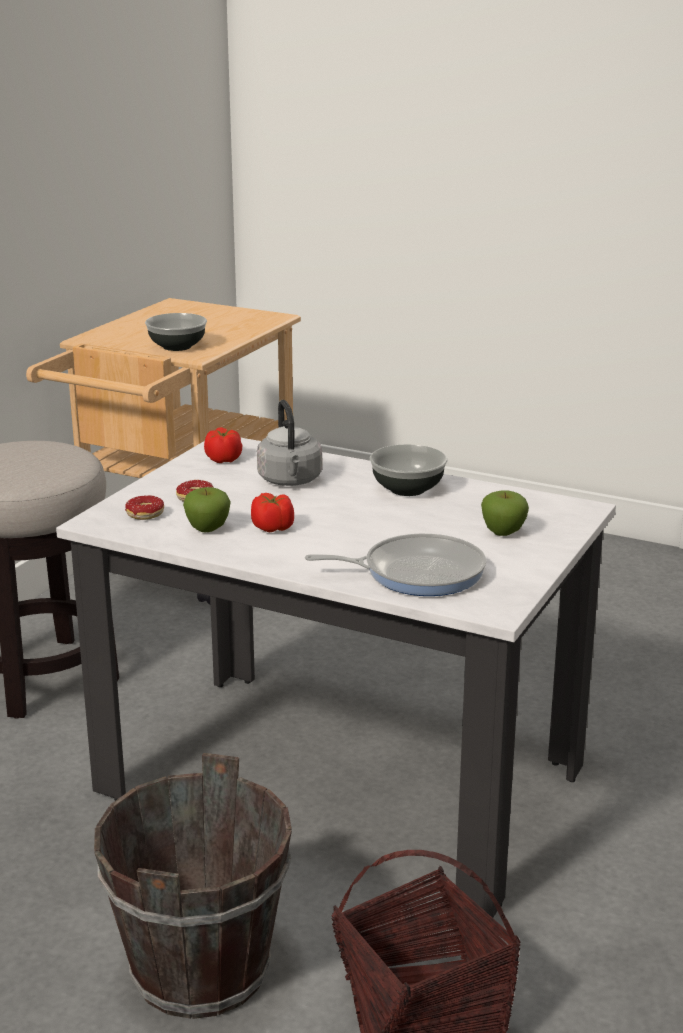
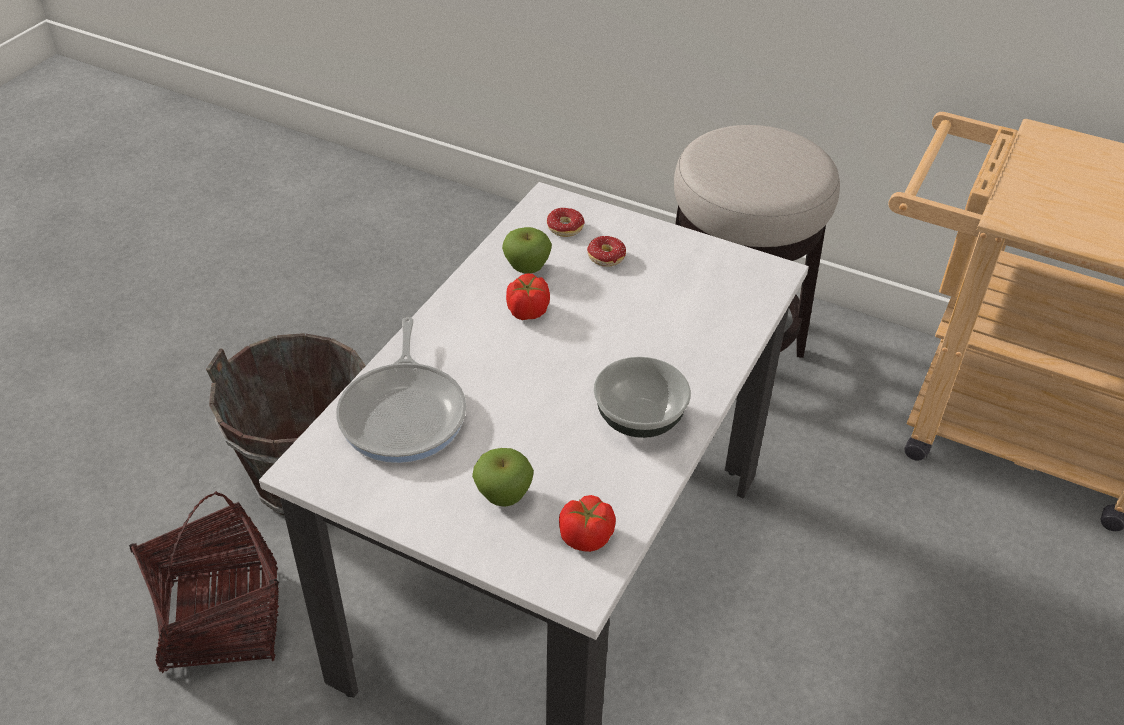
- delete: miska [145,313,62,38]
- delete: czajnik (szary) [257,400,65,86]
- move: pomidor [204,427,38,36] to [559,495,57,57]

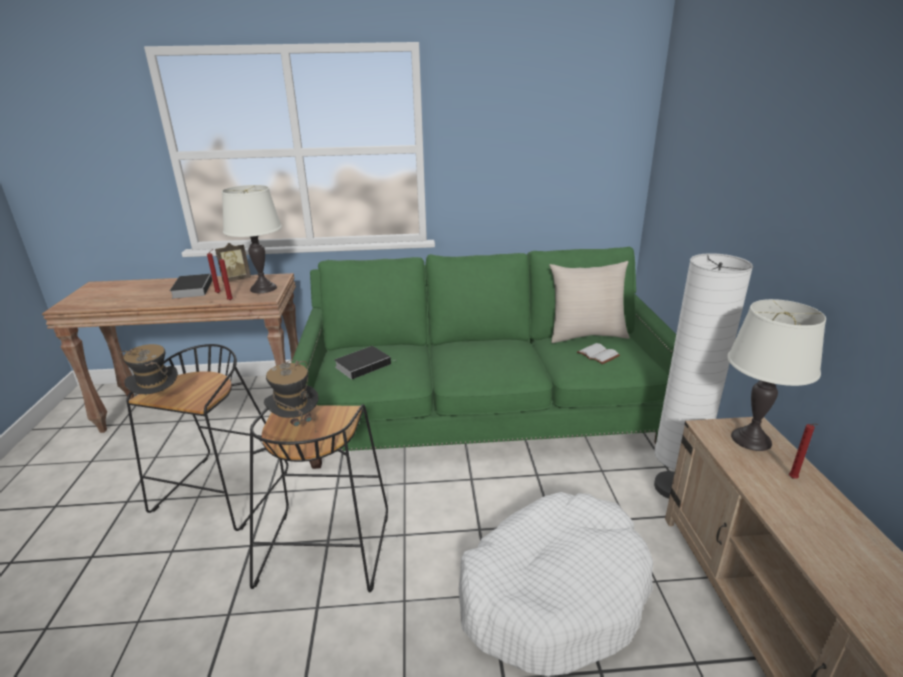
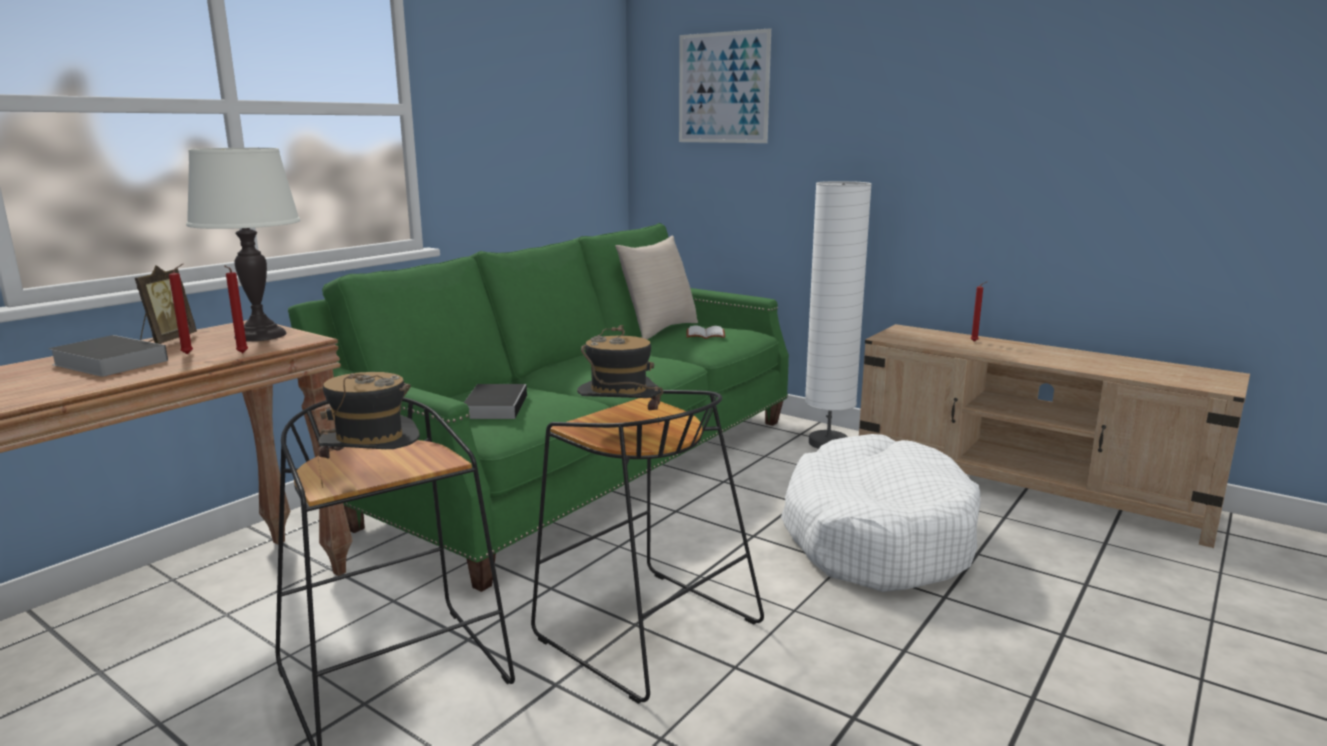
- delete: lampa stołowa (biały) [727,299,99,152]
- insert: obraz [679,28,92,115]

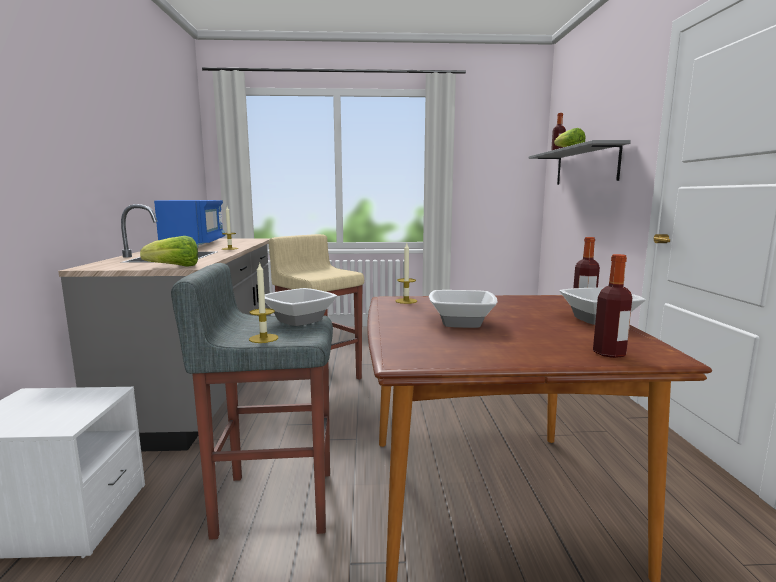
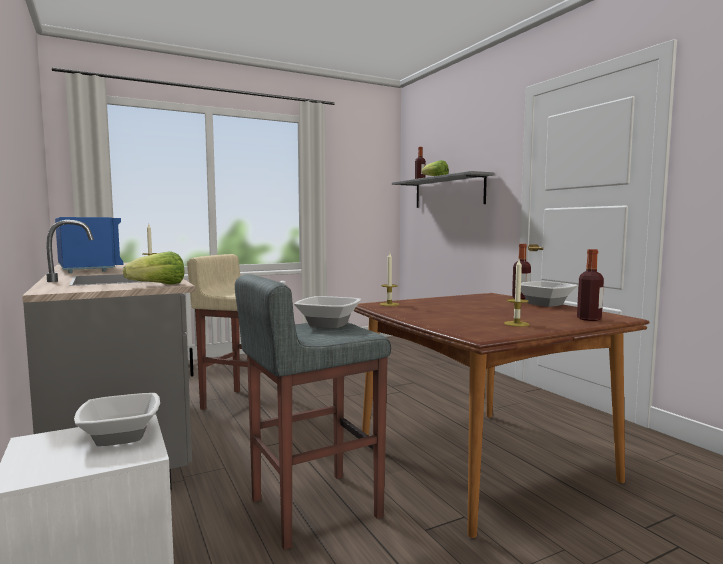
- move: świeca [249,262,29,81] to [504,260,26,67]
- move: miska [429,290,69,38] to [74,393,86,53]

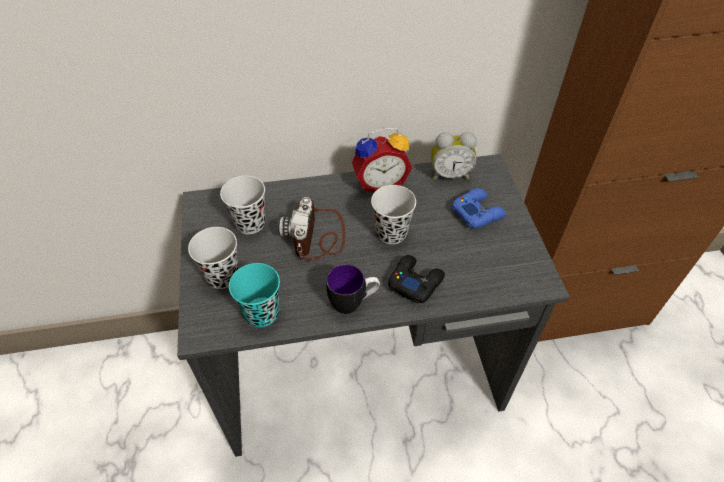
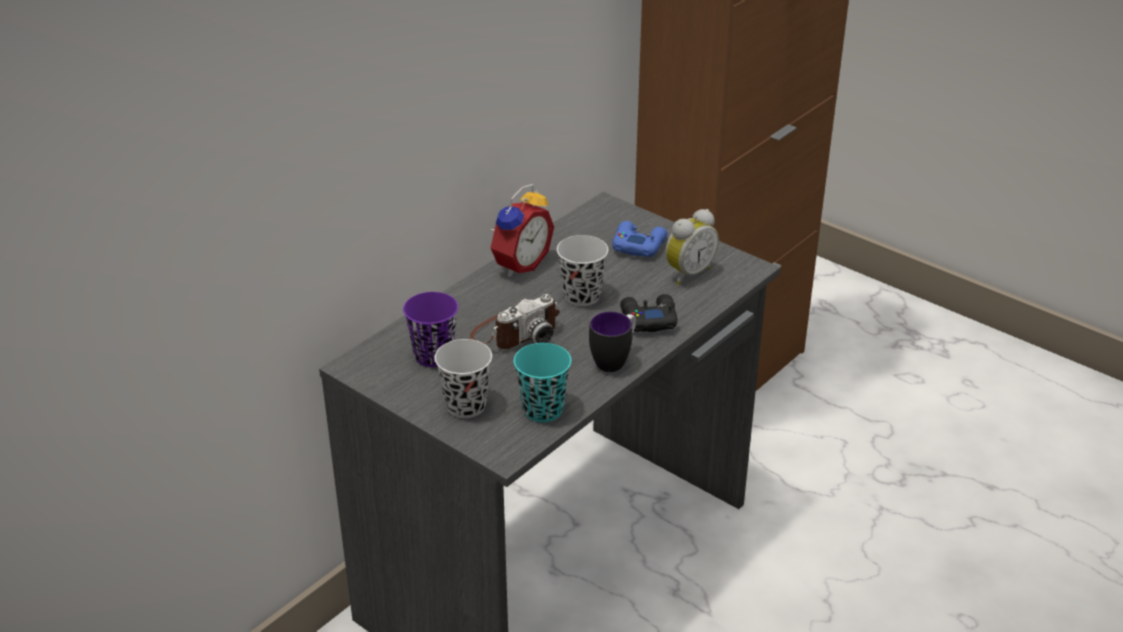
- move: budzik [431,132,46,48] to [665,209,54,76]
- recolor: filiżanka (czarny) [220,176,45,59] to filiżanka (fioletowy) [403,292,55,75]
- rotate: aparat fotograficzny [278,197,68,64] = [470,294,90,55] 90 degrees counterclockwise

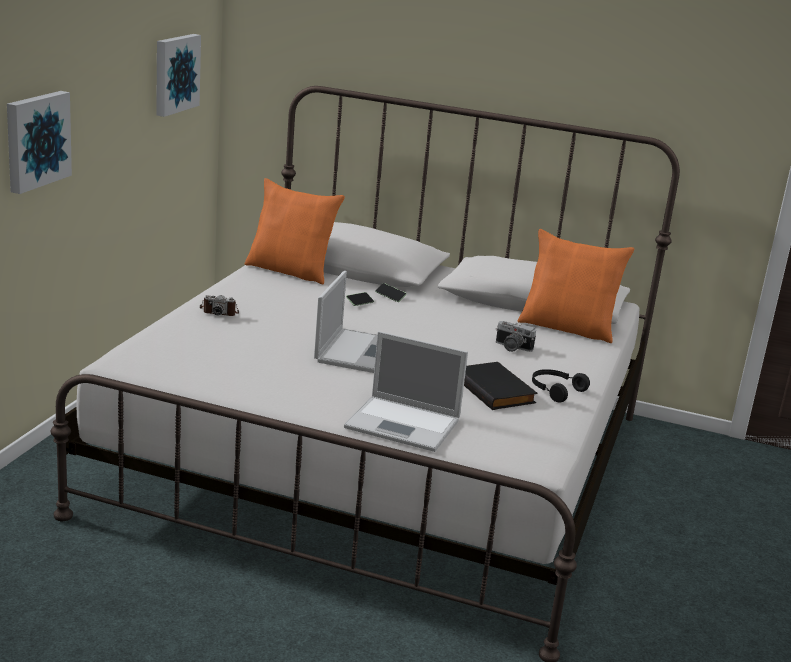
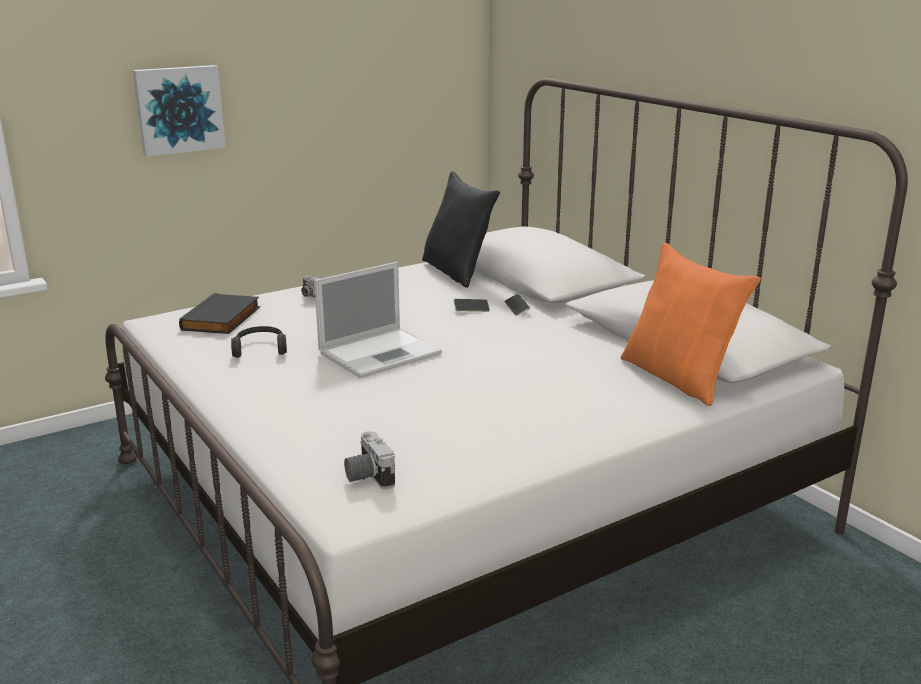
- delete: obraz [156,34,45,83]
- delete: laptop [344,331,124,121]
- move: książka (czarny) [464,362,73,48] to [179,293,81,41]
- move: aparat fotograficzny [495,321,41,31] to [344,431,51,58]
- move: słuchawki (czarny) [532,369,58,33] to [231,326,56,32]
- recolor: poduszka (pomarańczowy) [245,178,100,106] to poduszka (czarny) [422,171,78,117]

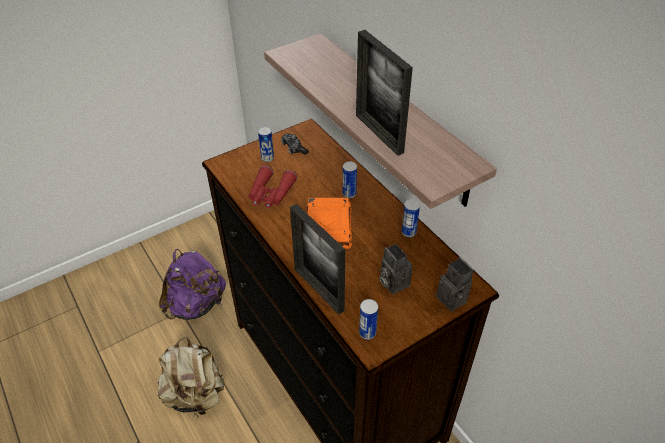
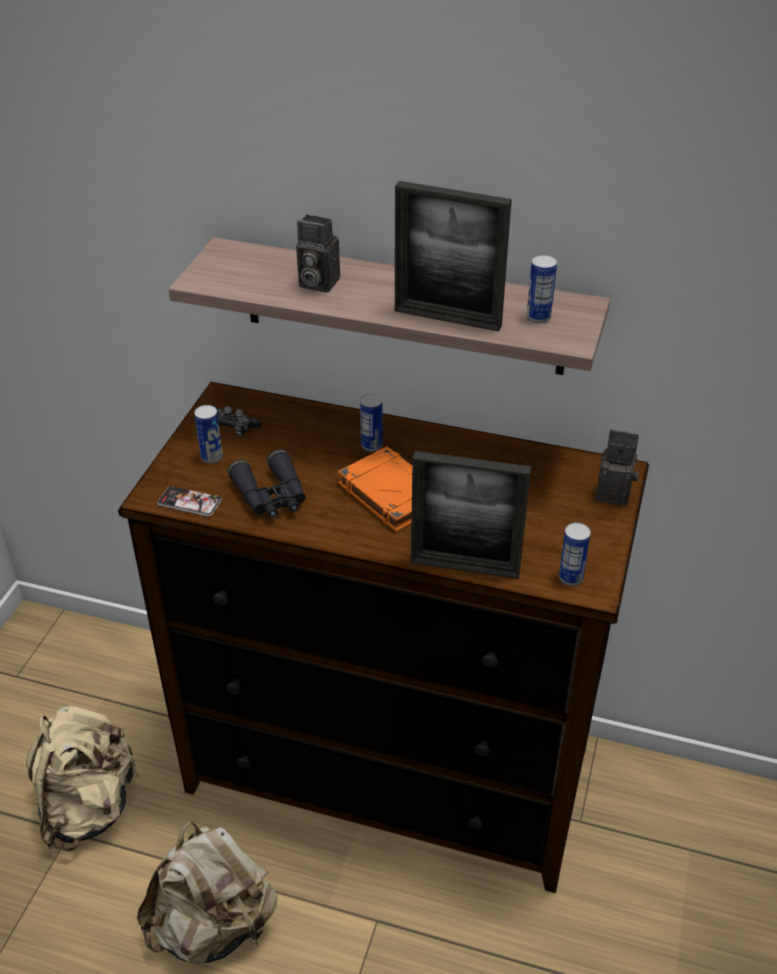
- insert: telefon [157,486,65,31]
- move: aparat fotograficzny [379,244,33,50] to [296,215,44,77]
- move: puszka [402,199,18,38] to [527,255,30,68]
- recolor: plecak (fioletowy) [159,249,67,71] to plecak (beżowy) [26,706,114,145]
- recolor: lornetka (czerwony) [248,165,49,43] to lornetka (czarny) [227,449,79,69]

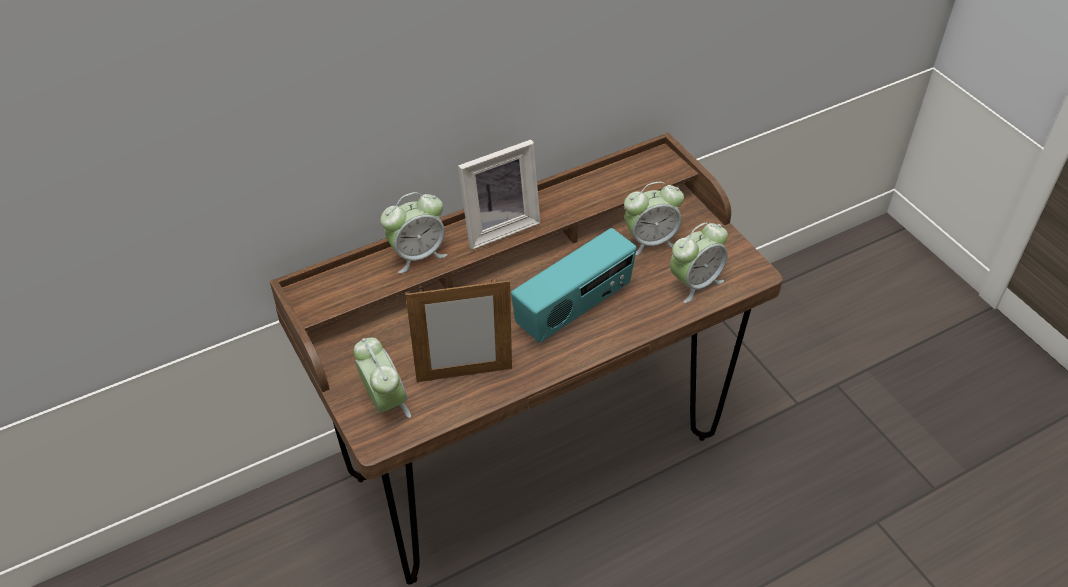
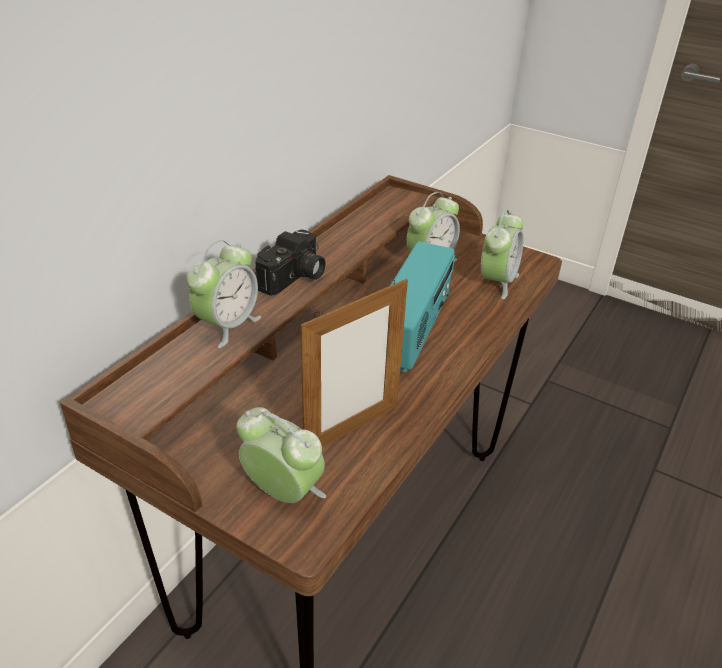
- replace: ramka na zdjęcie [458,140,83,110] to aparat fotograficzny [255,230,71,66]

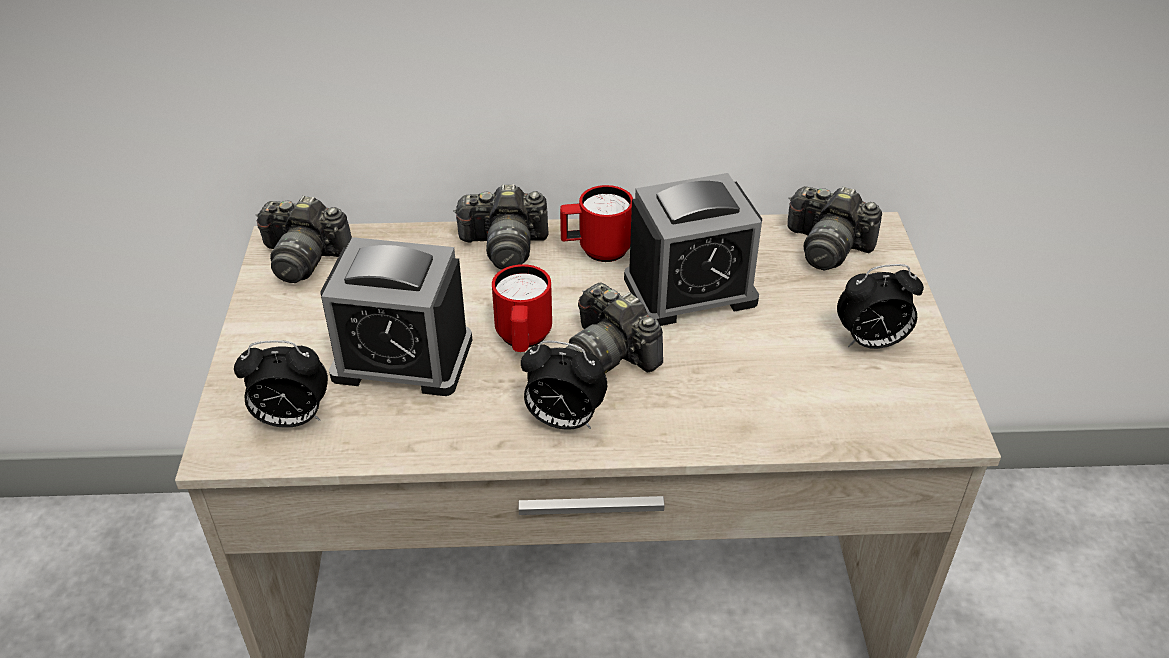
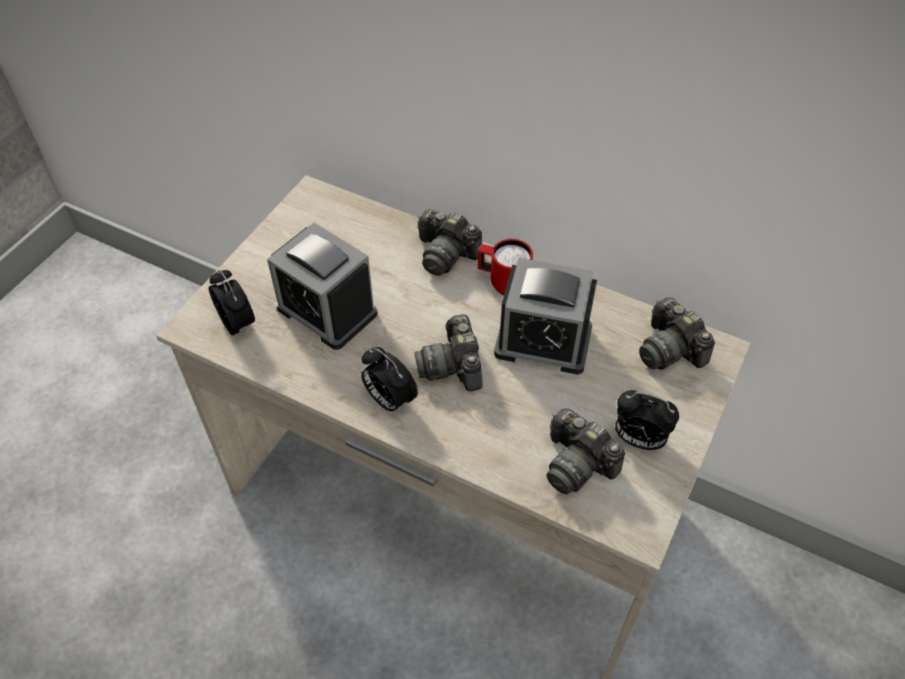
- delete: kubek (czerwony) [492,264,60,88]
- move: aparat fotograficzny [256,196,96,87] to [547,408,78,86]
- rotate: budzik [234,340,94,88] = [208,270,47,65] 150 degrees counterclockwise

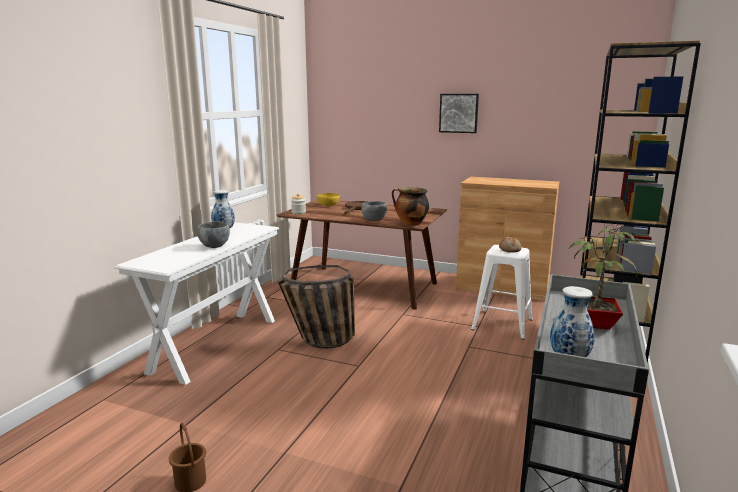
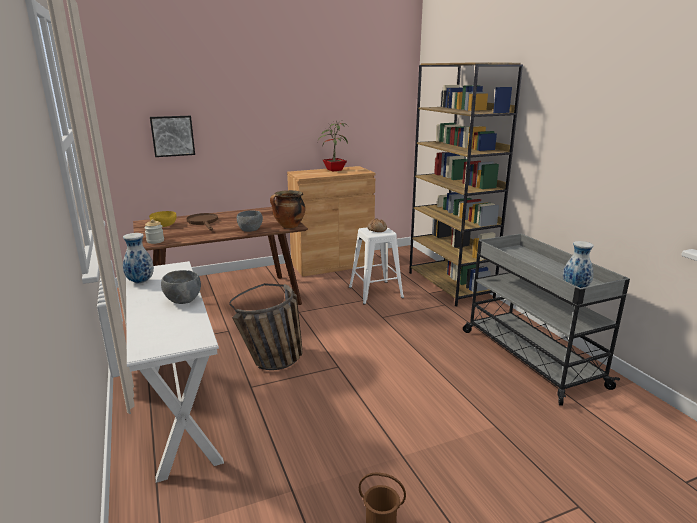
- move: obraz [439,94,40,39] to [150,116,45,41]
- move: roślina doniczkowa [569,223,68,107] to [317,120,31,52]

